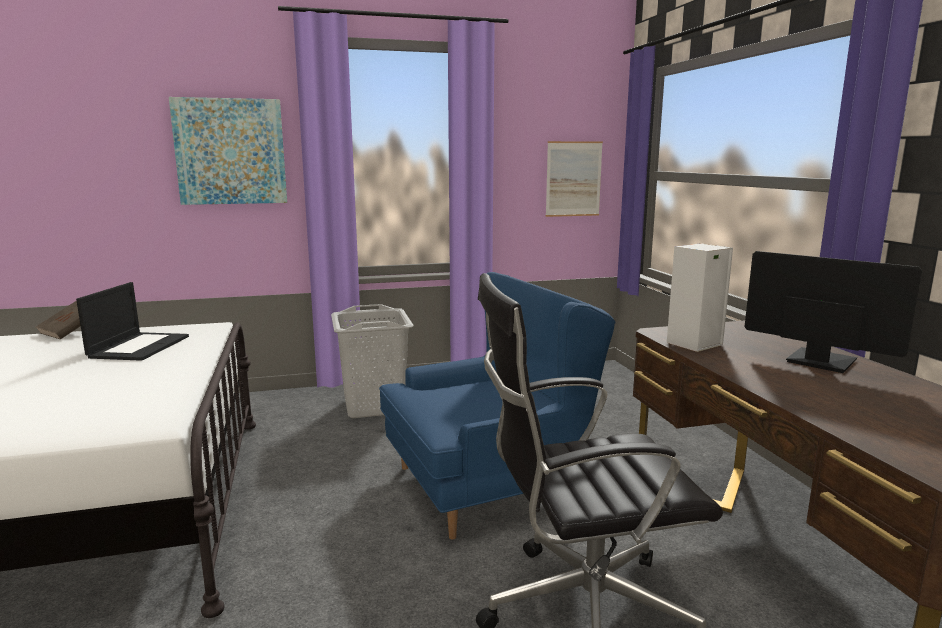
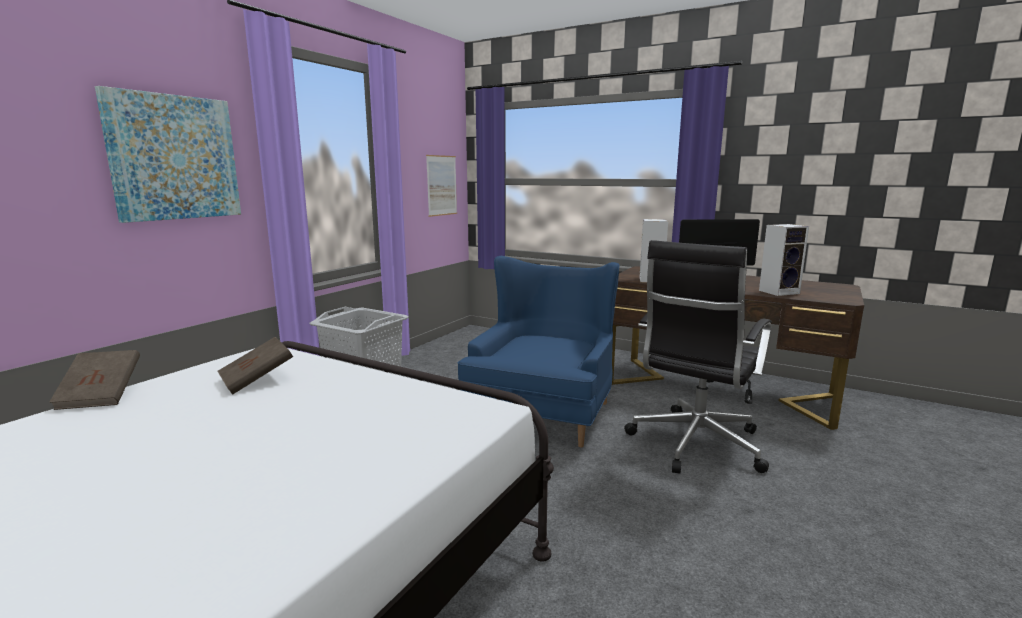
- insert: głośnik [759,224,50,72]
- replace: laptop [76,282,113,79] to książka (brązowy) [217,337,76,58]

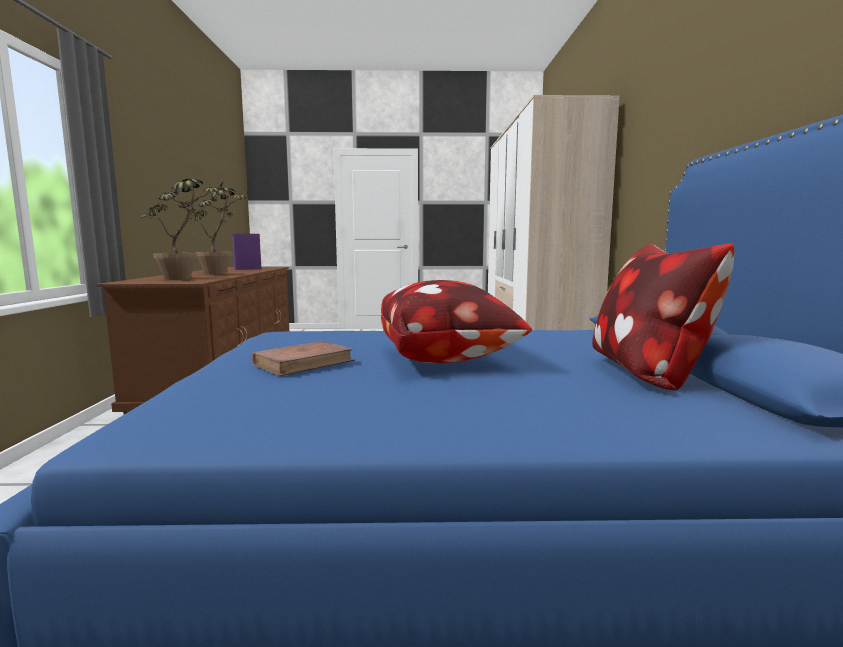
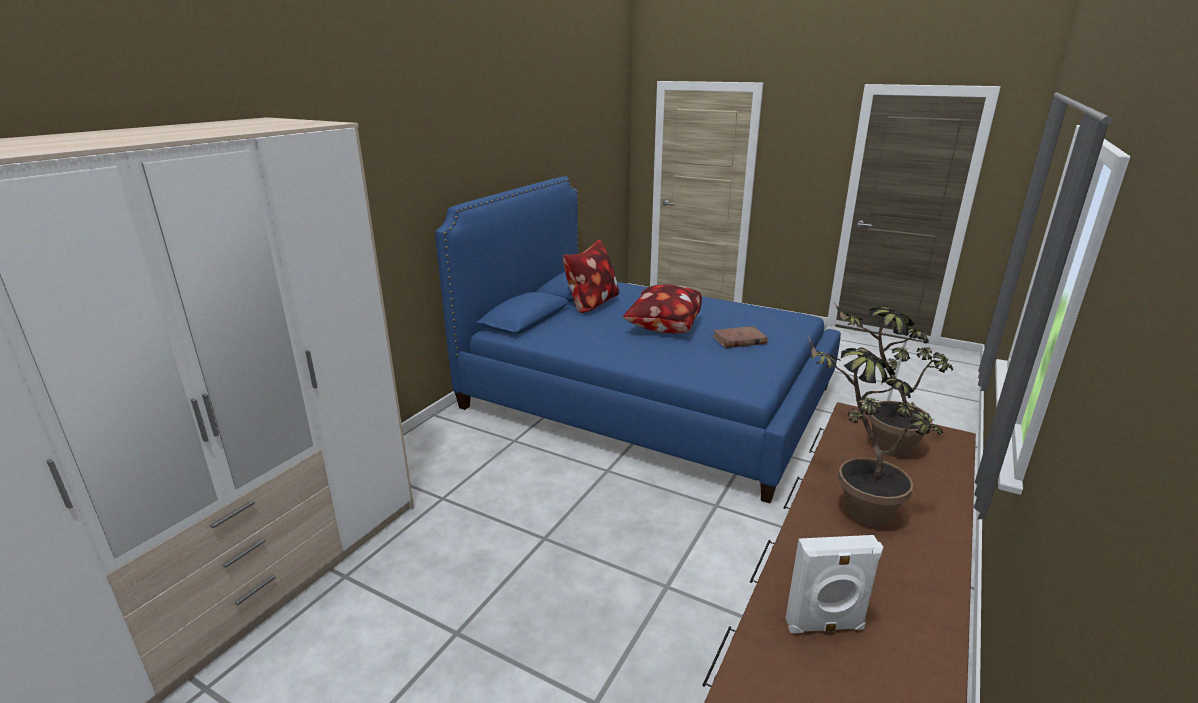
- recolor: głośnik (fioletowy) [232,233,29,37] to głośnik (biały) [786,535,97,98]

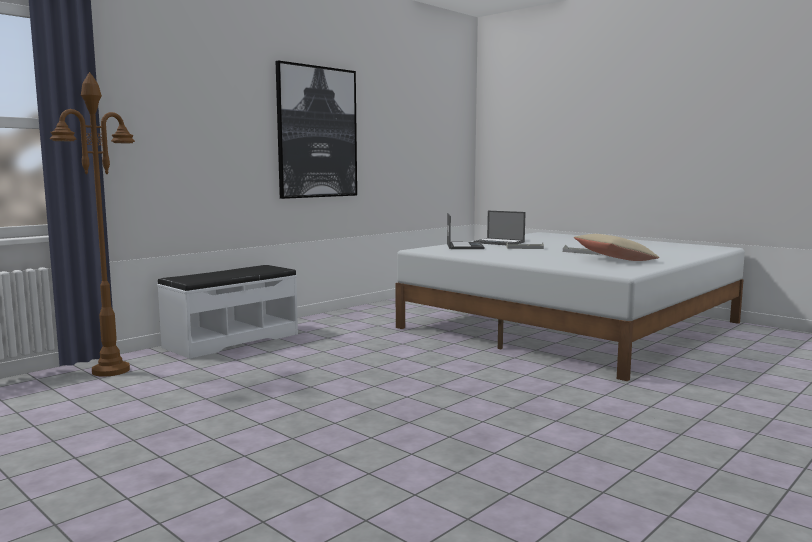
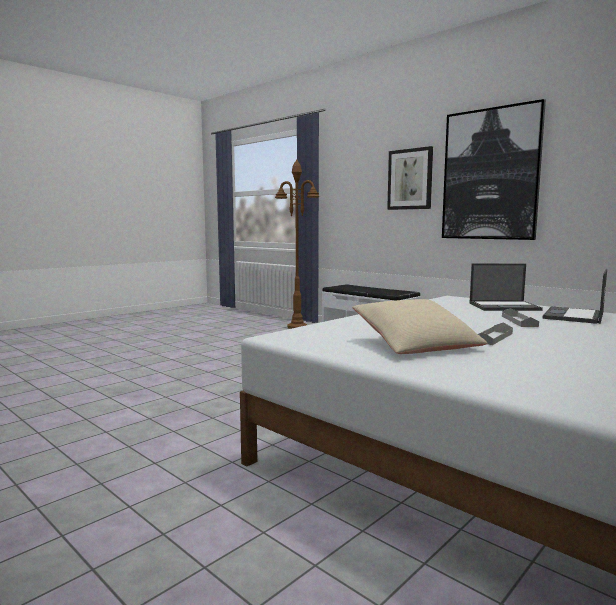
- insert: obraz [387,146,46,64]

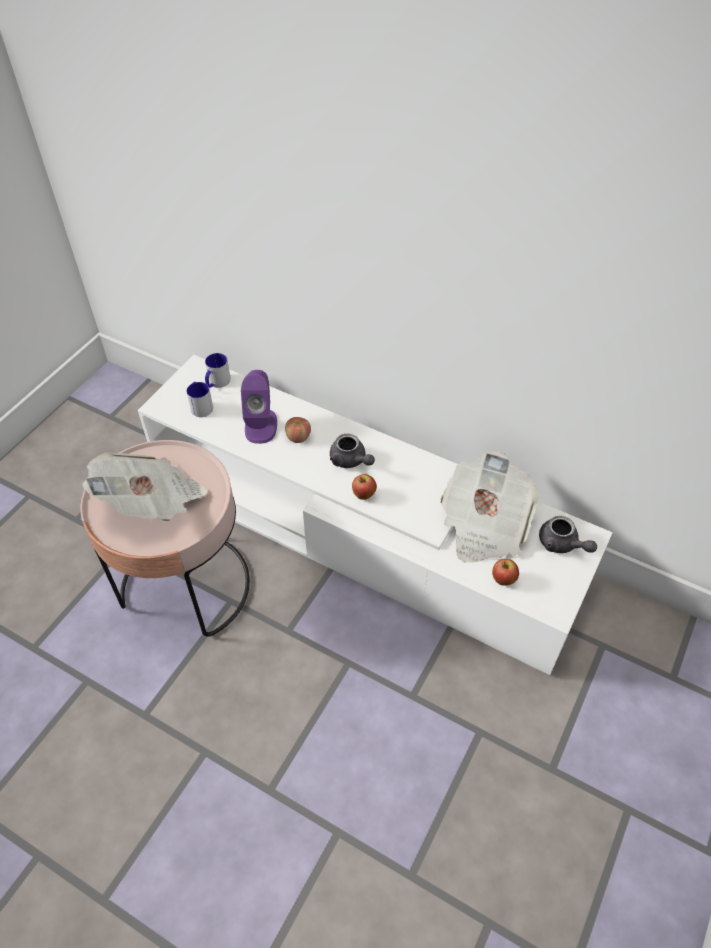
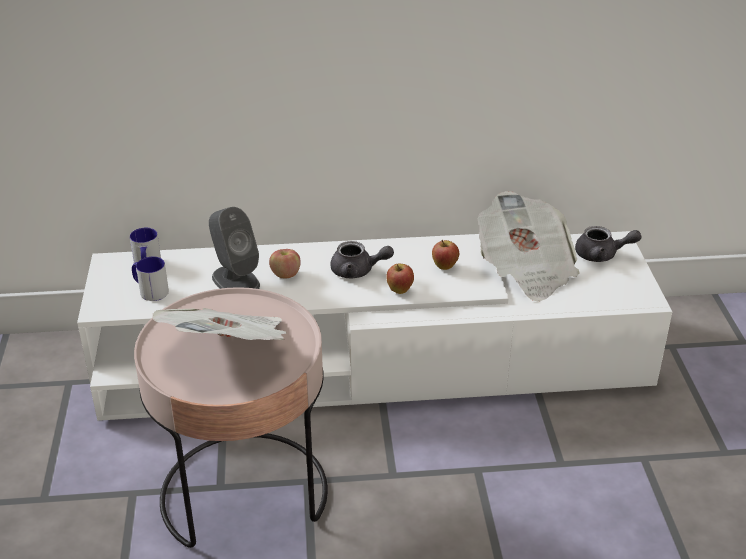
- move: jabłko [492,559,27,27] to [432,240,27,30]
- recolor: głośnik (fioletowy) [241,370,36,74] to głośnik (szary) [209,207,51,82]

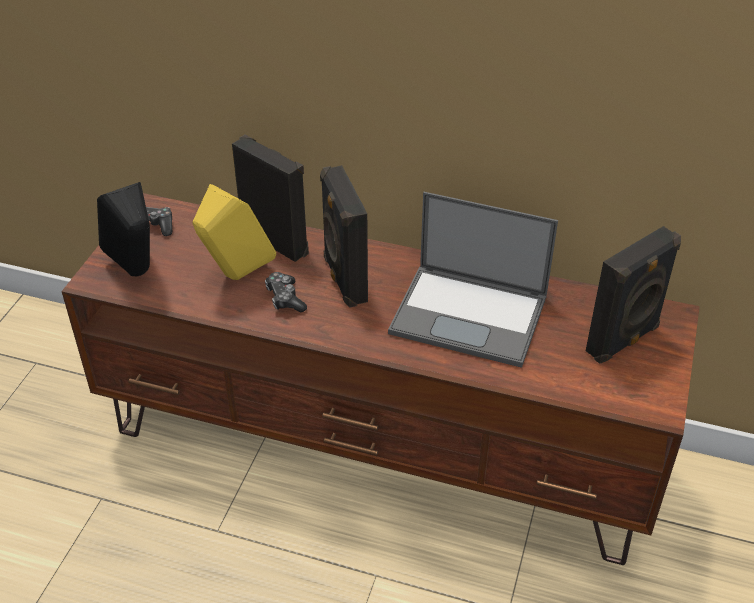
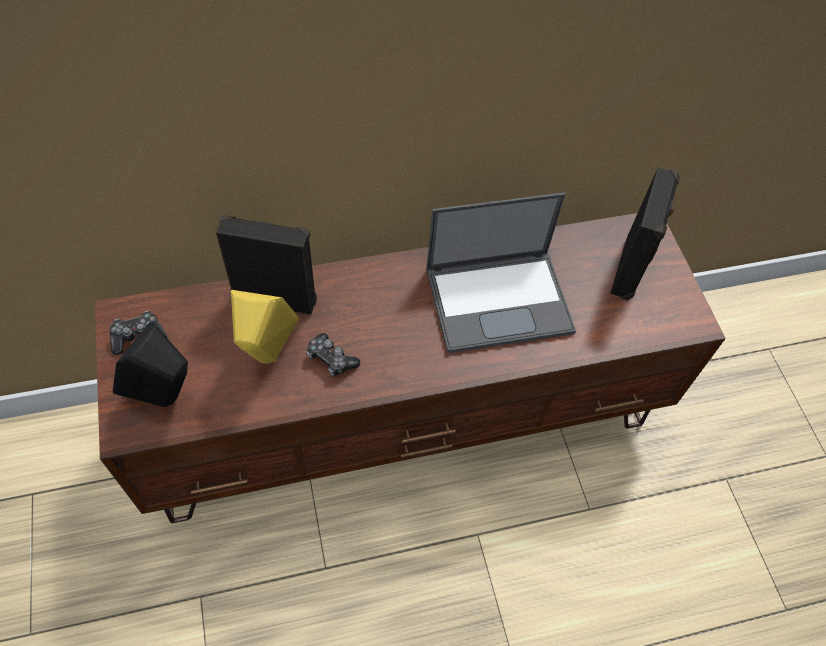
- delete: głośnik (czarny) [320,165,48,142]

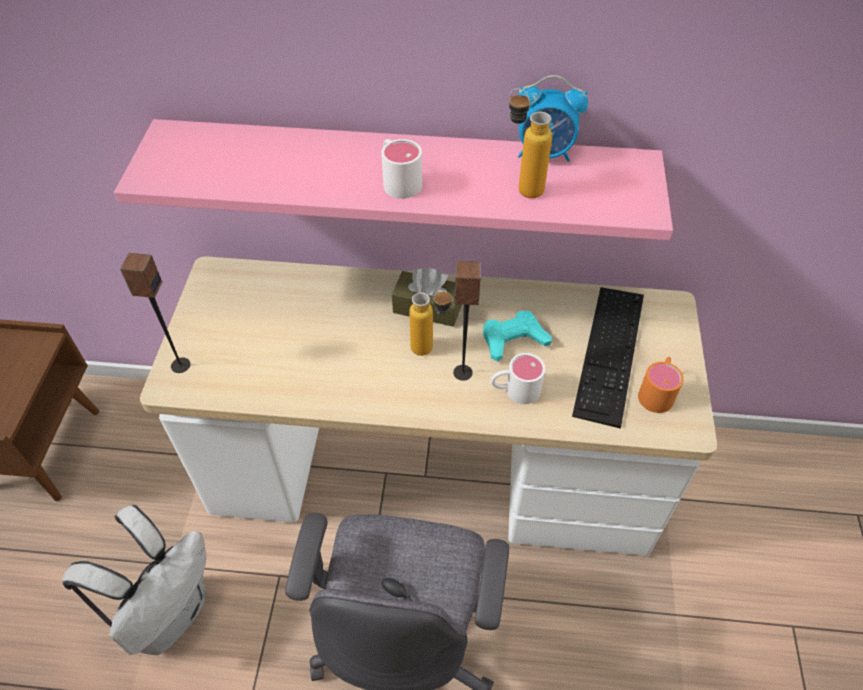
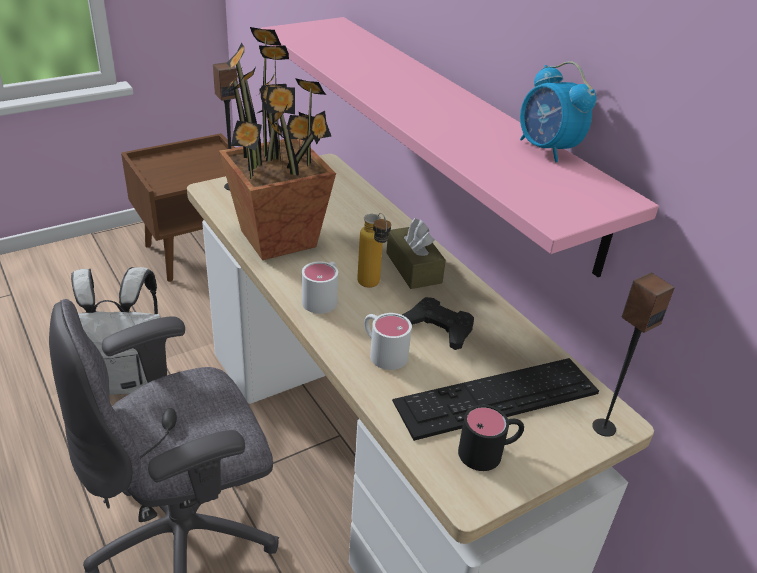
- delete: butelka [509,88,43,110]
- insert: roślina doniczkowa [219,27,117,233]
- move: kubek (biały) [381,139,41,60] to [302,261,36,53]
- move: głośnik [453,261,28,120] to [592,273,83,164]
- recolor: pad do gier (turkusowy) [483,310,69,51] to pad do gier (czarny) [402,297,72,53]
- recolor: kubek (pomarańczowy) [638,357,46,56] to kubek (czarny) [458,405,66,66]

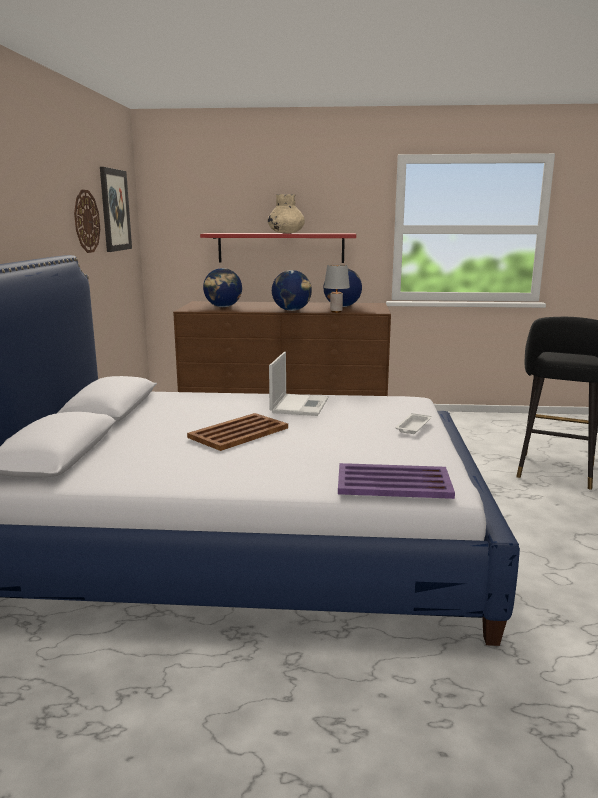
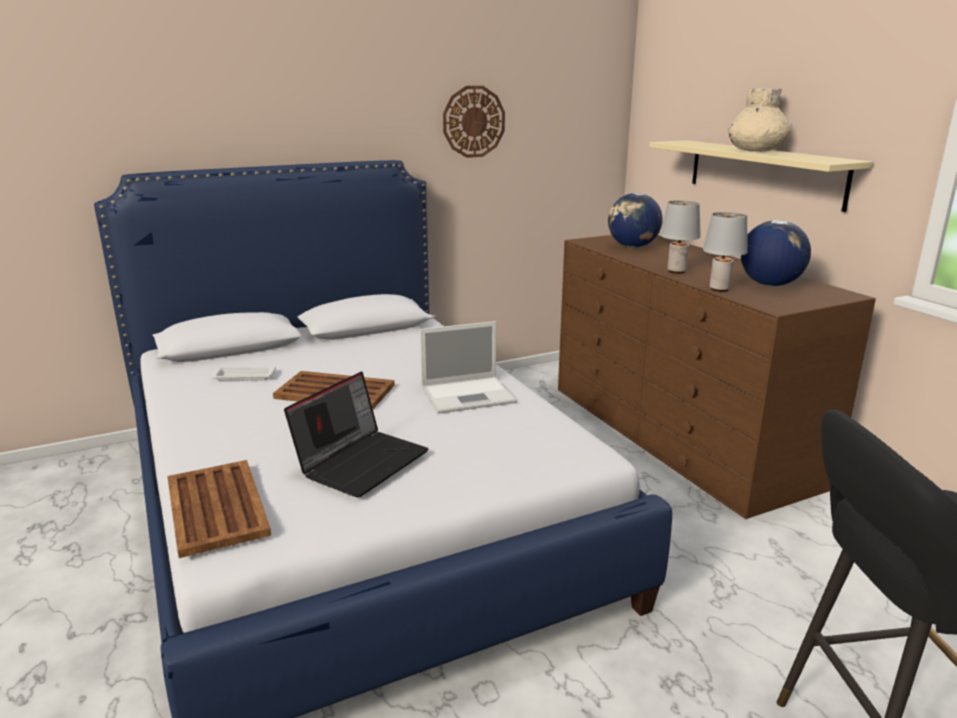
- delete: obraz [100,167,32,85]
- insert: laptop [284,371,144,127]
- move: taca (biały) [395,413,37,21] to [211,366,65,15]
- replace: globus [272,270,40,41] to lampa stołowa (szary) [660,200,41,74]
- recolor: półka (czerwony) [200,233,156,30] to półka (beżowy) [649,140,224,72]
- recolor: taca (fioletowy) [338,463,117,36] to taca (brązowy) [167,460,104,98]

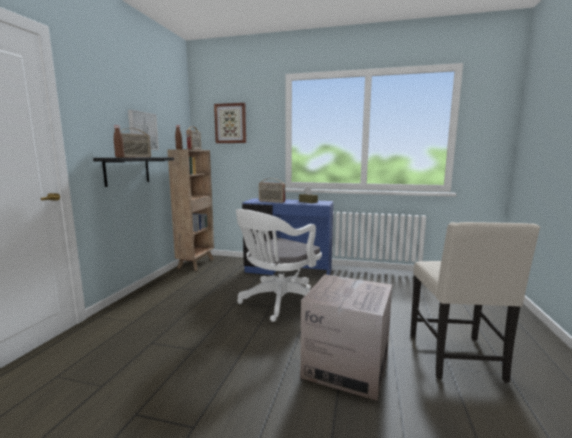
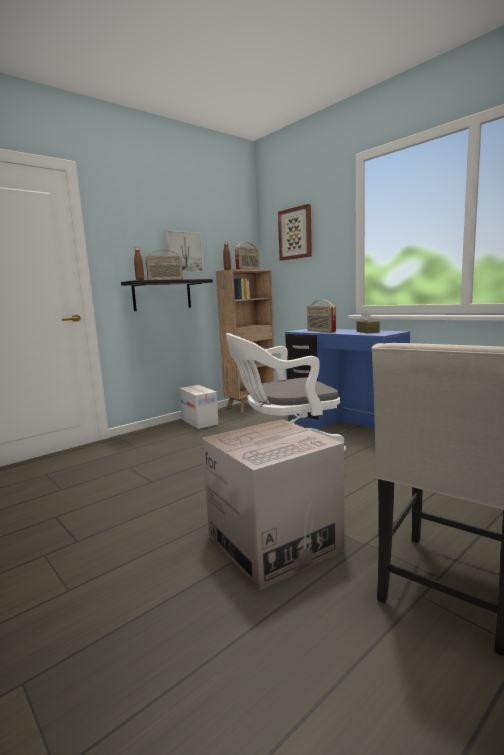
- insert: karton [179,385,40,44]

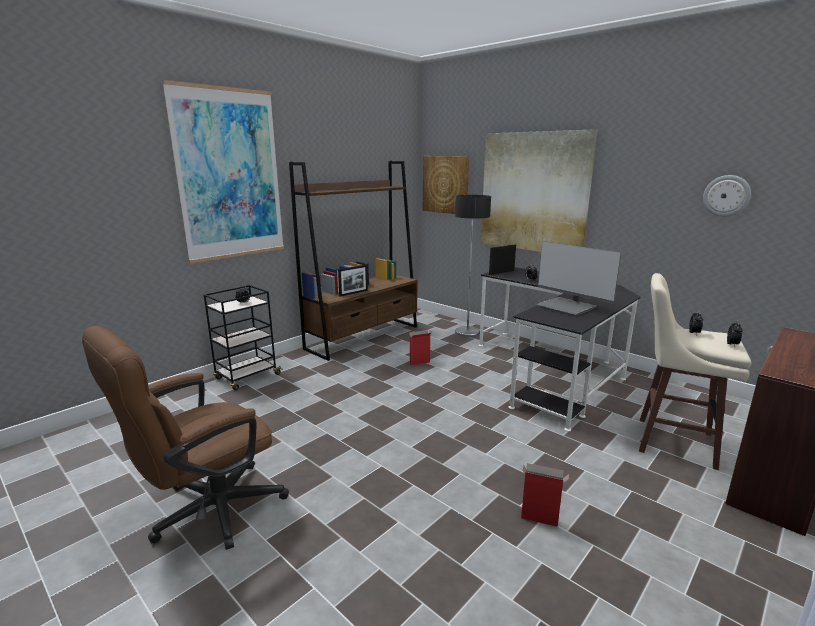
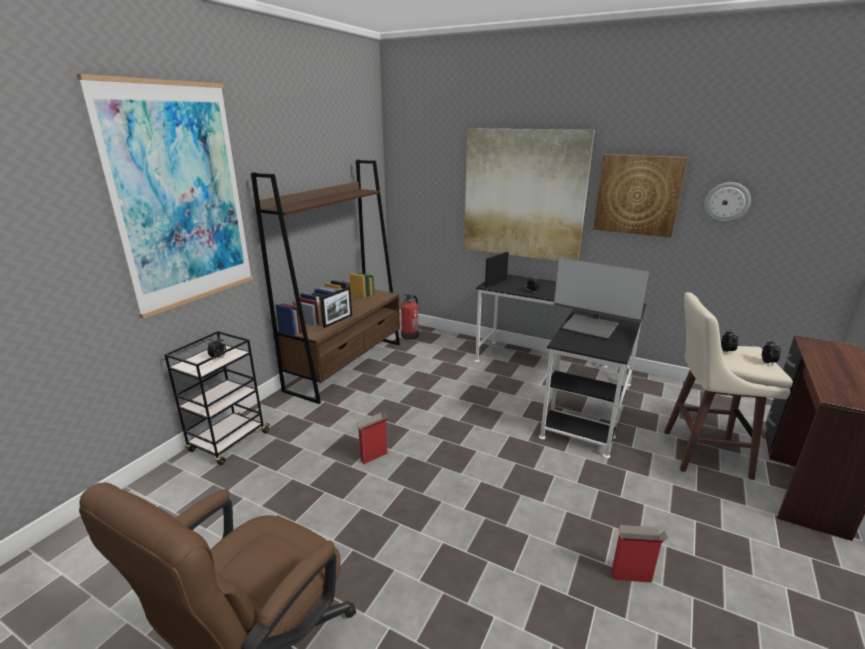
- delete: lampa stojąca [455,195,36,142]
- insert: gaśnica [401,294,18,46]
- move: karton [408,330,24,35] to [355,413,33,51]
- move: obraz [423,156,46,58] to [593,154,95,83]

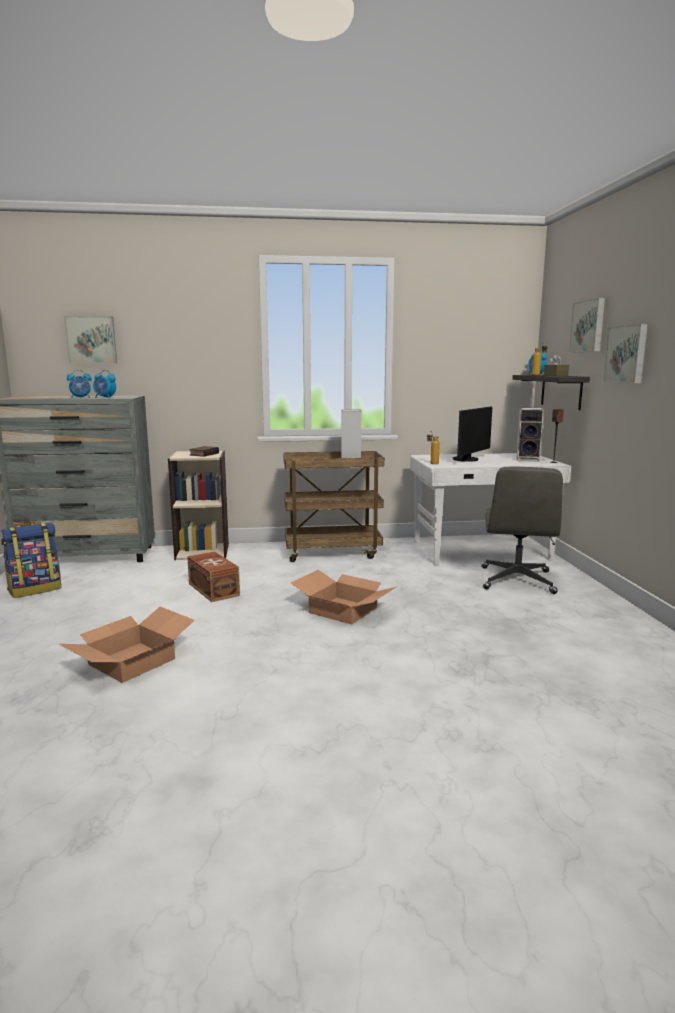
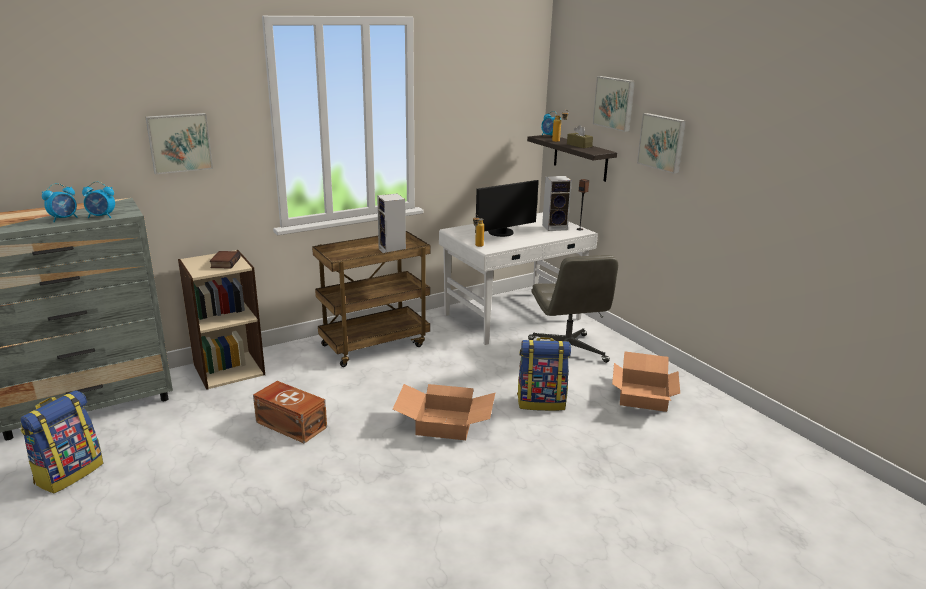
- insert: plecak [517,337,54,74]
- move: karton [59,607,136,76] to [612,351,68,61]
- move: obraz [64,316,53,48] to [146,113,67,61]
- rotate: monitor [453,407,39,55] = [475,180,64,57] 45 degrees clockwise

